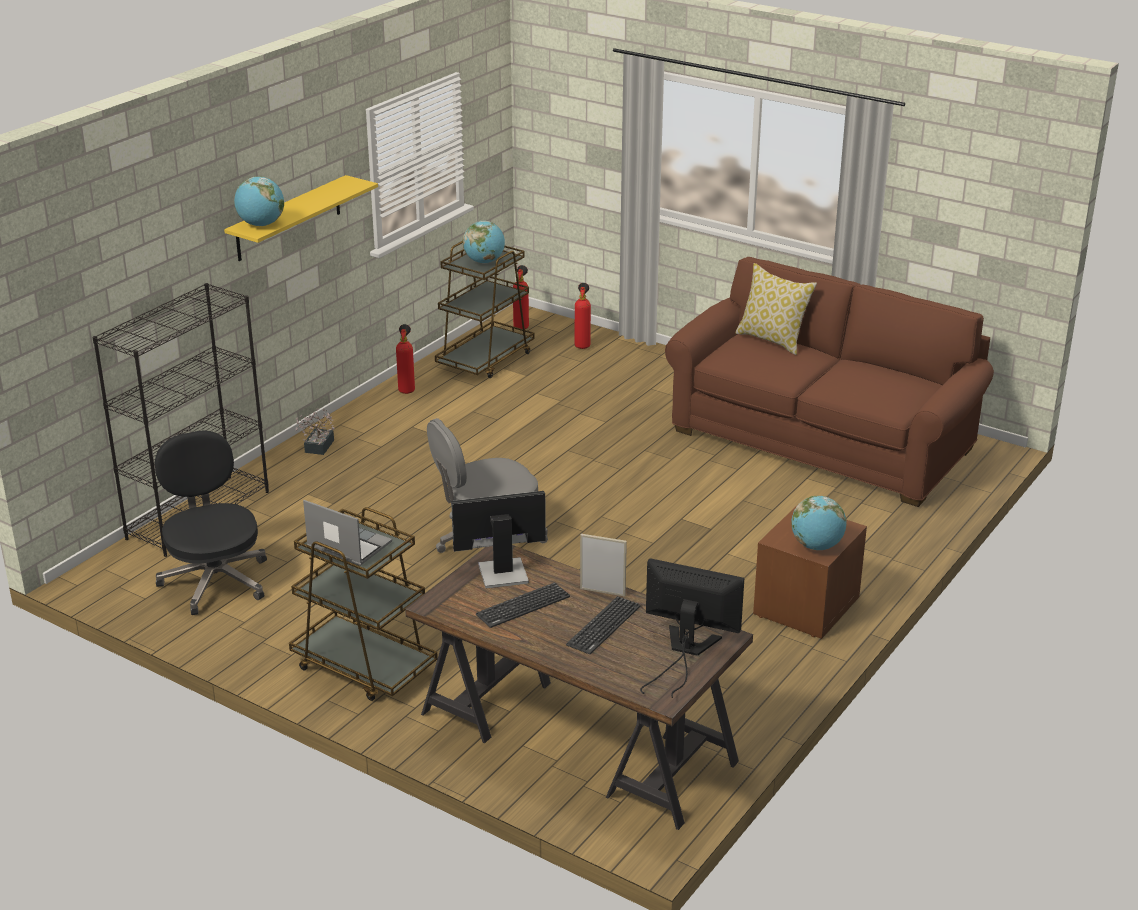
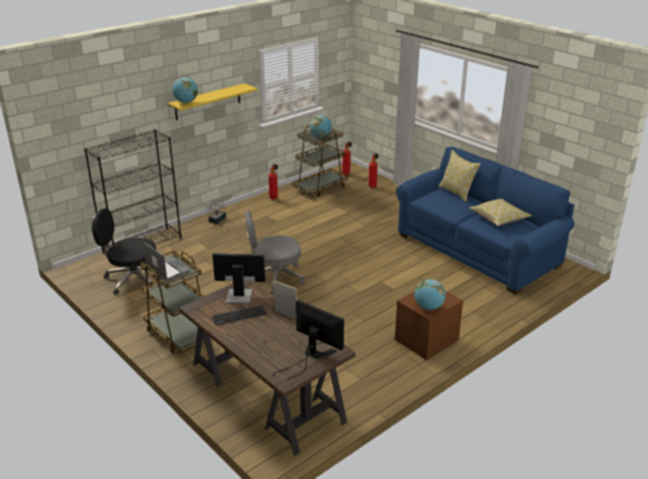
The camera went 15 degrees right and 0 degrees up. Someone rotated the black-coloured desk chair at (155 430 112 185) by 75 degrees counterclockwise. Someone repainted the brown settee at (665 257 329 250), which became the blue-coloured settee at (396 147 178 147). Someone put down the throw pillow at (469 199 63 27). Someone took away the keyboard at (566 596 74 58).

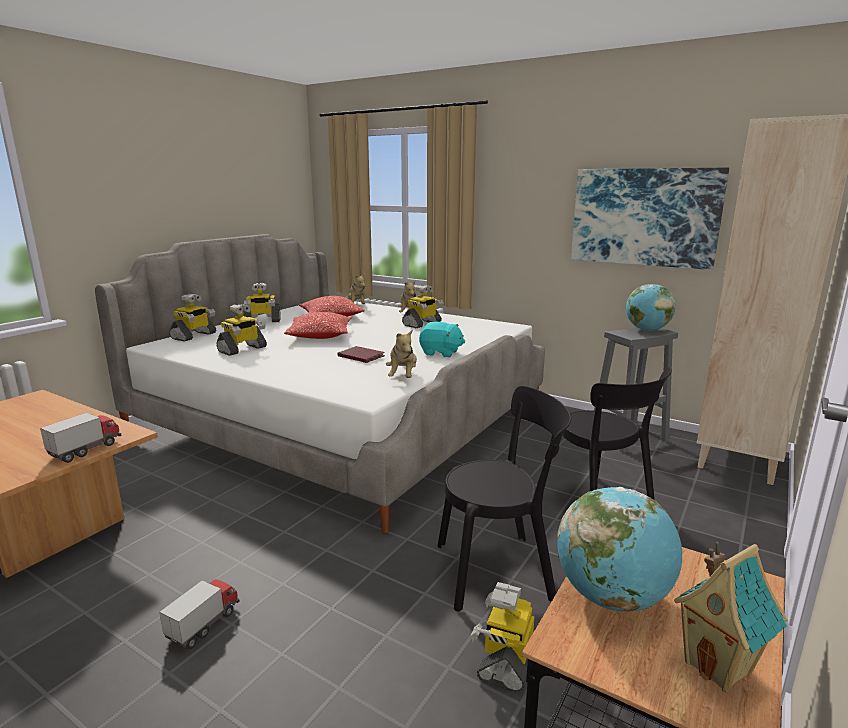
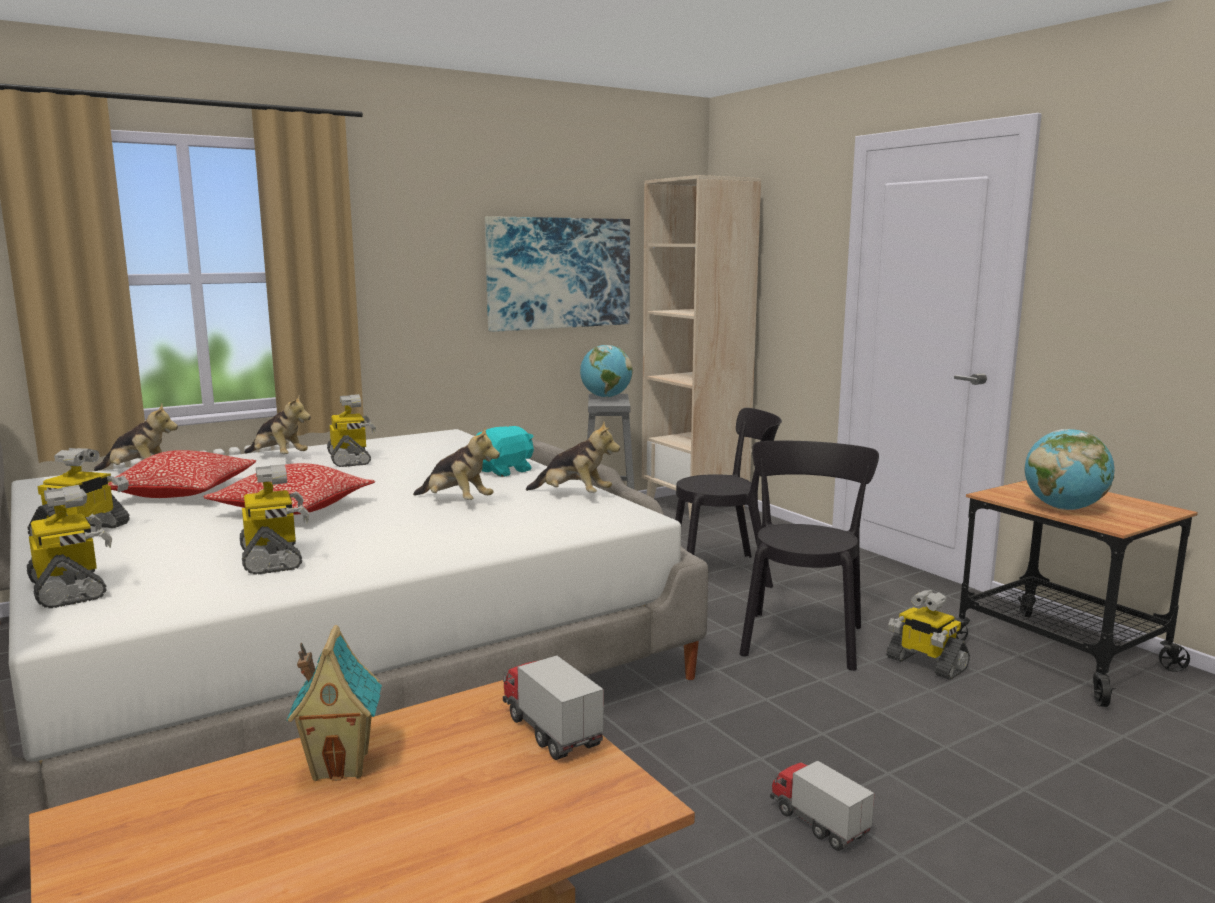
The camera went 65 degrees left and 5 degrees down. Someone carried the model house from (674 542 113 150) to (286 625 96 156). Someone swapped the reddish volume at (337 346 48 17) for the soft toy at (413 427 87 73).

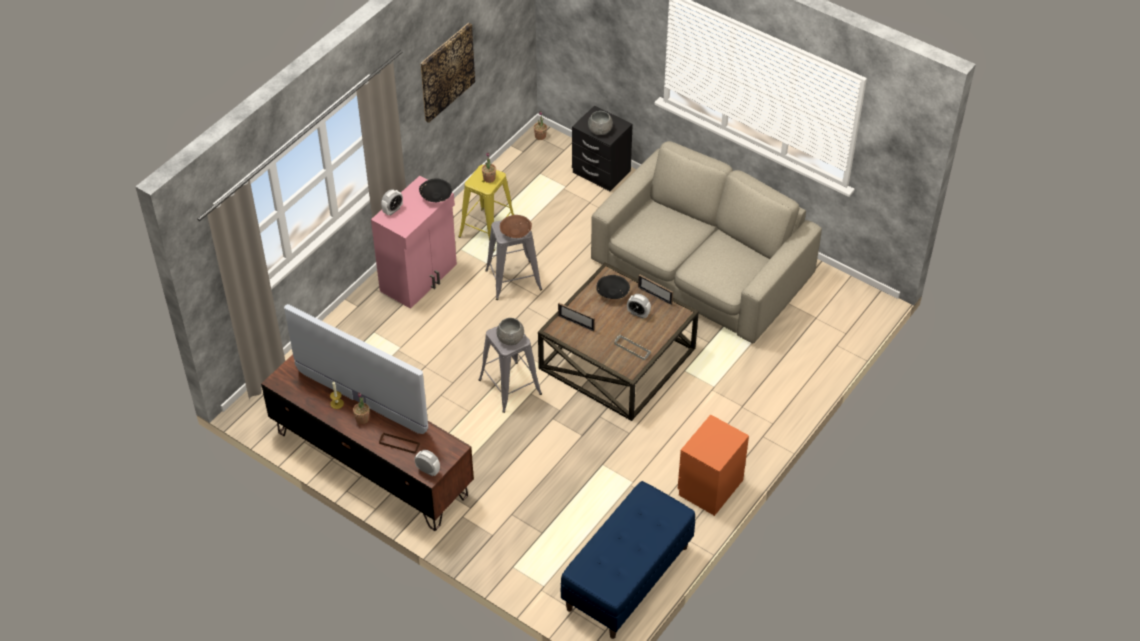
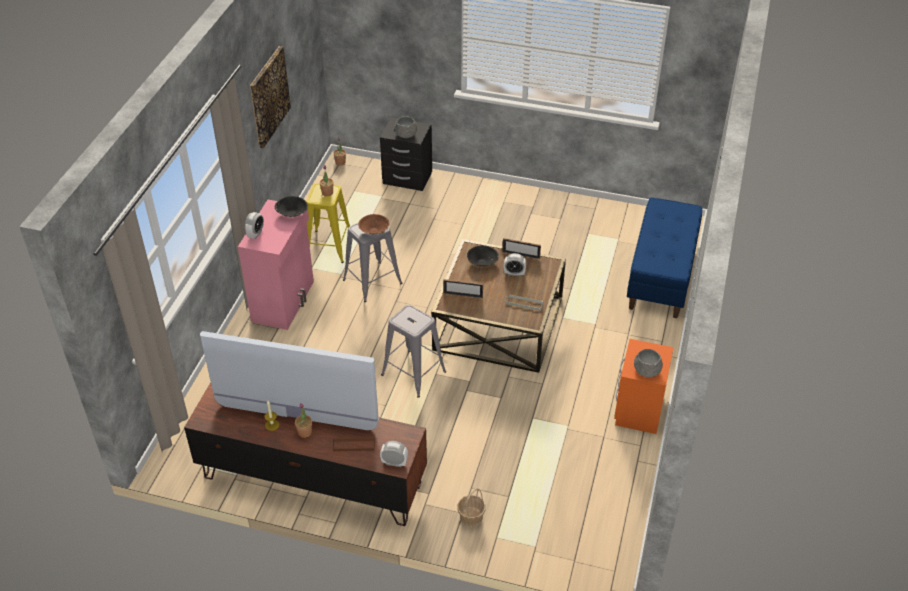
The camera went 20 degrees left and 5 degrees down. Someone put down the household basket at (457 488 29 39). Someone carried the blue-coloured long seat from (561 481 134 158) to (627 198 75 120). Someone carried the gray serving bowl from (496 318 28 27) to (634 349 29 28). Someone took away the beige-coloured settee at (591 141 231 202).

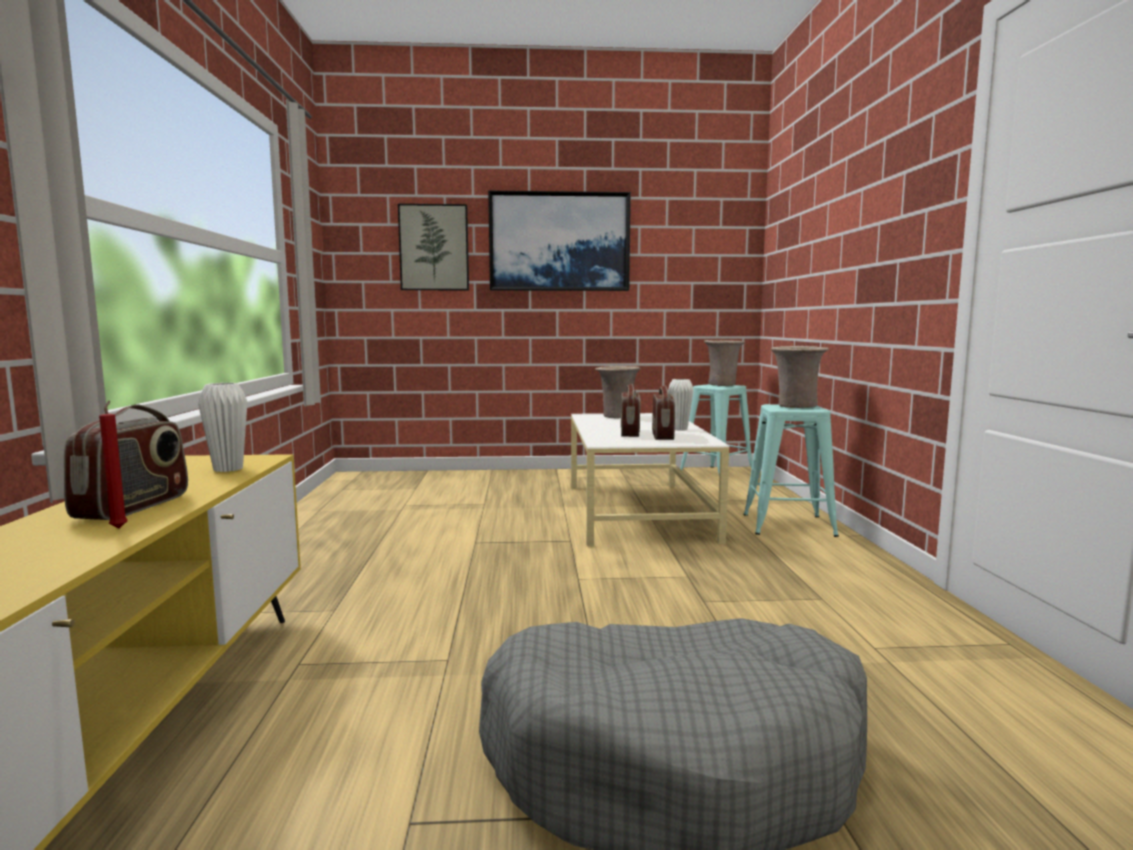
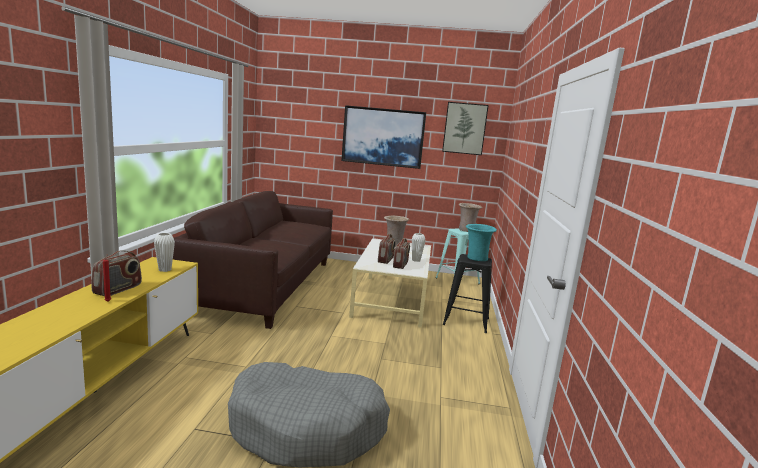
The camera went 10 degrees right and 5 degrees up. Someone put down the brown settee at (173 191 160 138). Someone carried the picture from (398 204 71 86) to (442 102 47 53). Someone repainted the blue-green stool at (743 404 96 133), which became the black-coloured stool at (443 254 49 79). Someone repainted the beige-coloured decorative vase at (771 346 58 62), which became the blue-green decorative vase at (466 224 31 37).

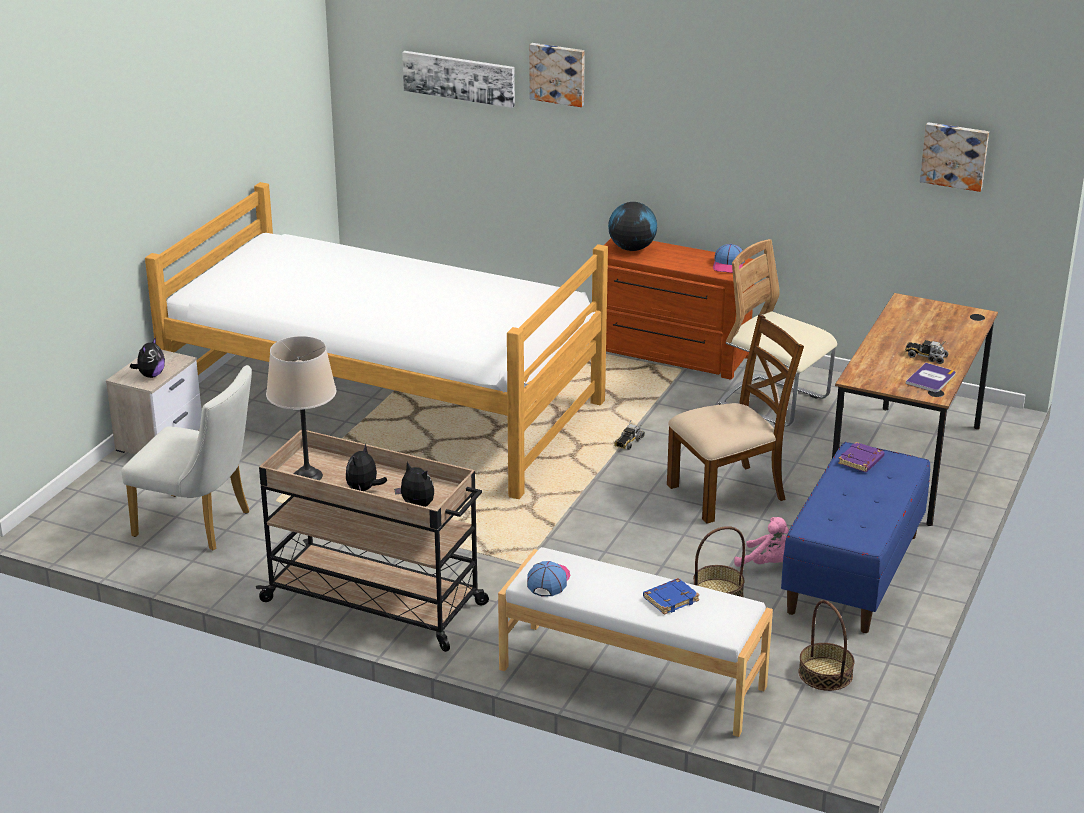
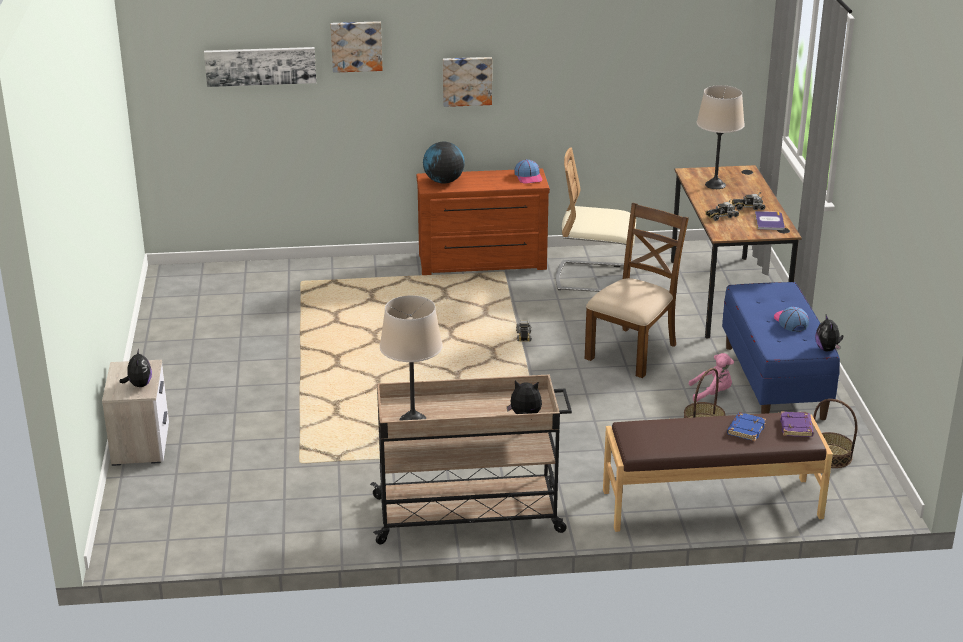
The camera went 30 degrees left and 0 degrees up. Someone carried the picture from (920 122 69 70) to (443 57 49 50). Someone repainted the white long seat at (498 547 275 190), which became the brown long seat at (603 412 230 120). Someone put down the beige-coloured tabletop lamp at (696 85 49 104). Someone put down the toy lorry at (705 200 34 21). Someone carried the peaked cap from (527 561 44 36) to (774 307 35 25). Someone carried the purplish volume from (838 442 47 30) to (780 411 33 26). Someone carried the soft toy from (346 444 42 47) to (815 315 29 37). Someone took away the white chair at (121 365 131 186). Someone took away the bedroom bed at (145 182 463 317).

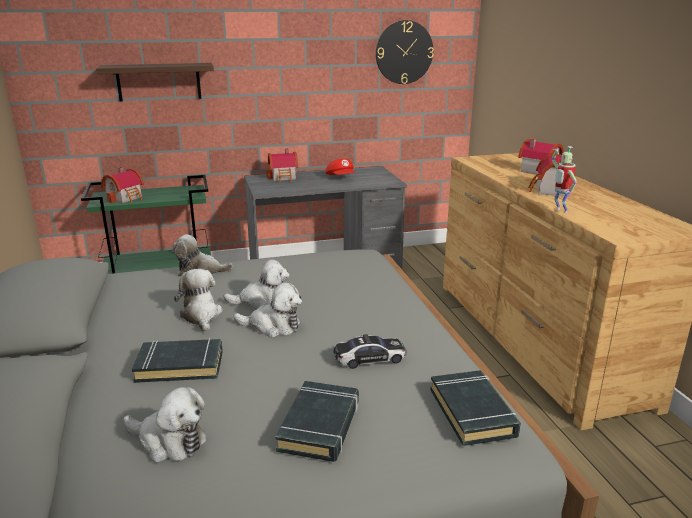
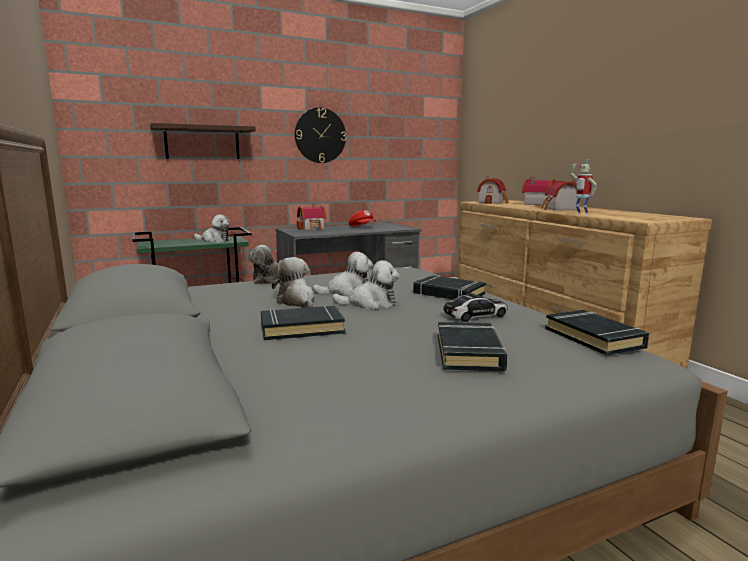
The camera went 10 degrees left and 10 degrees down. Someone carried the soft toy from (124 387 84 76) to (194 215 37 28). Someone carried the clock on the wall from (376 20 58 64) to (295 108 51 55). Someone put down the black-coloured volume at (413 275 73 25). Someone carried the model house from (101 167 43 36) to (477 176 32 28).

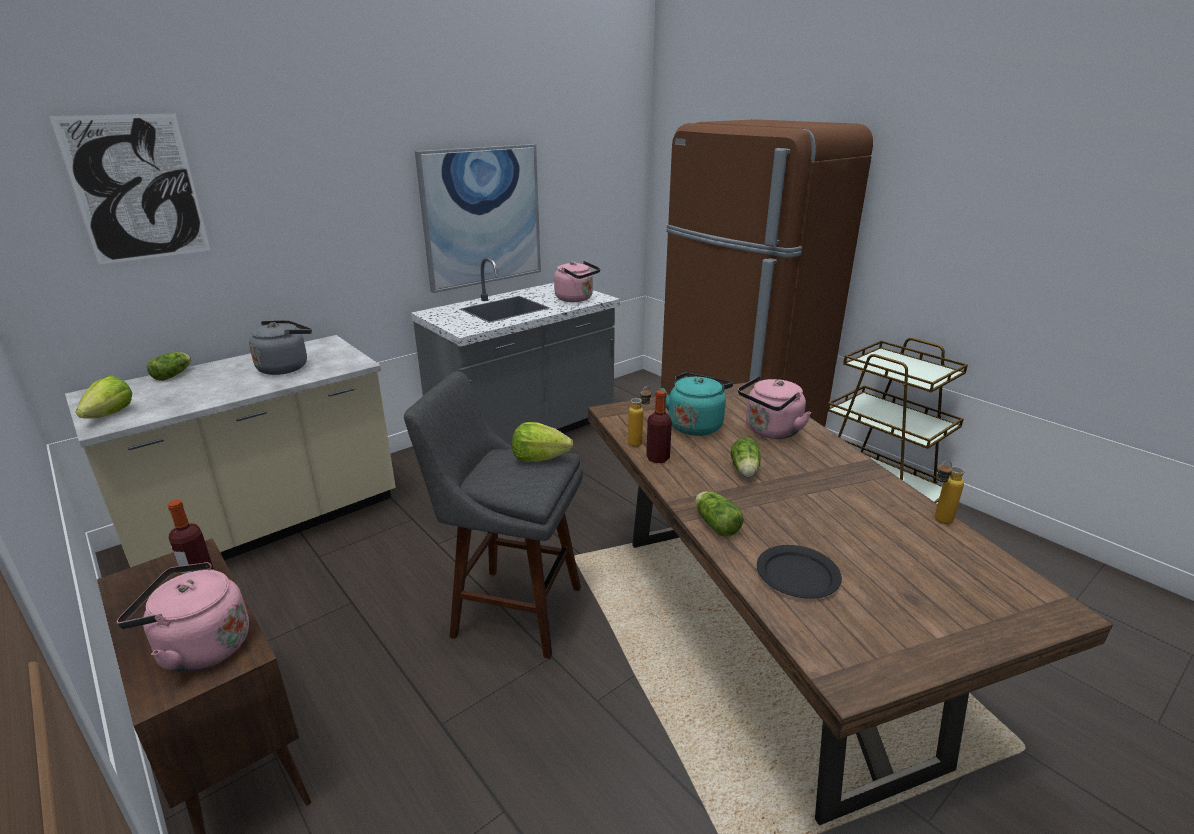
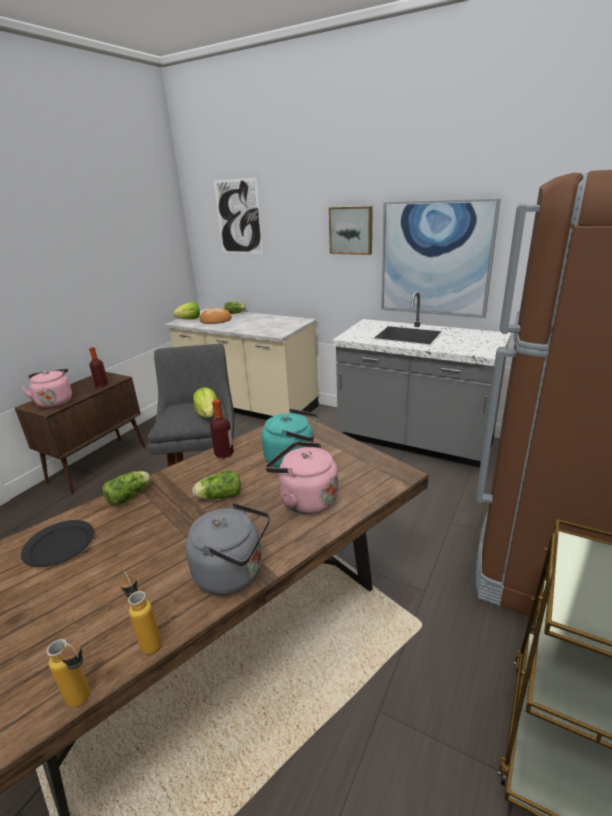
The camera went 70 degrees right and 0 degrees up. Someone carried the beverage bottle from (628 386 23 61) to (46 639 44 69). Someone carried the gray tea kettle from (249 320 63 55) to (186 503 84 92). Someone put down the baked bread at (200 308 32 16). Someone put up the picture at (329 206 44 49). Someone took away the pink tea kettle at (554 261 46 41).

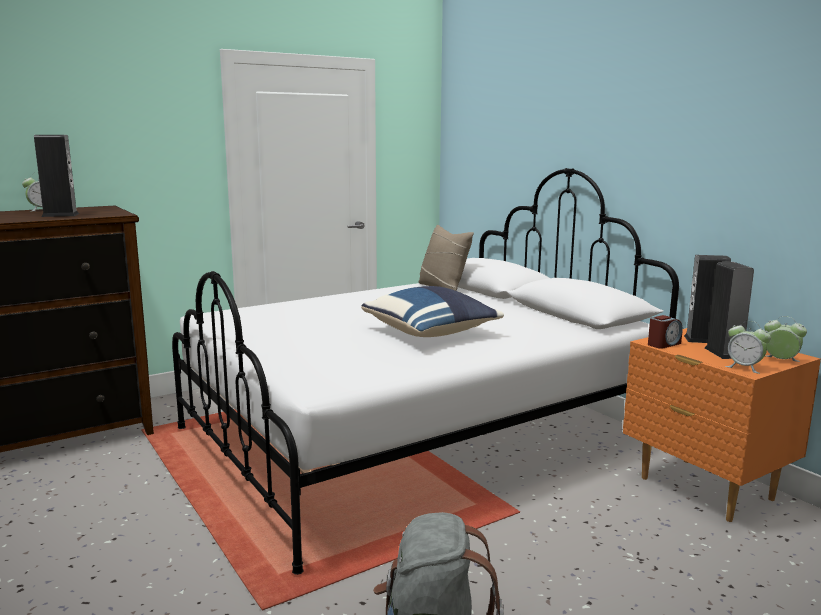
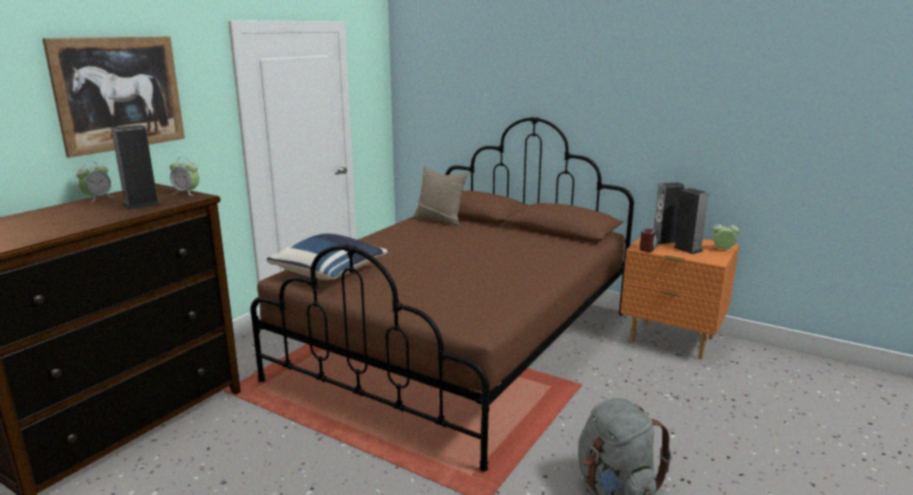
The camera went 25 degrees left and 5 degrees up. Someone put up the picture at (42 36 143 122). Someone carried the table clock from (725 321 46 53) to (170 157 29 39). Someone repainted the white bedroom bed at (172 168 507 407), which became the brown bedroom bed at (251 117 383 354). Someone carried the blue-coloured throw pillow from (361 286 143 51) to (267 234 121 46).

